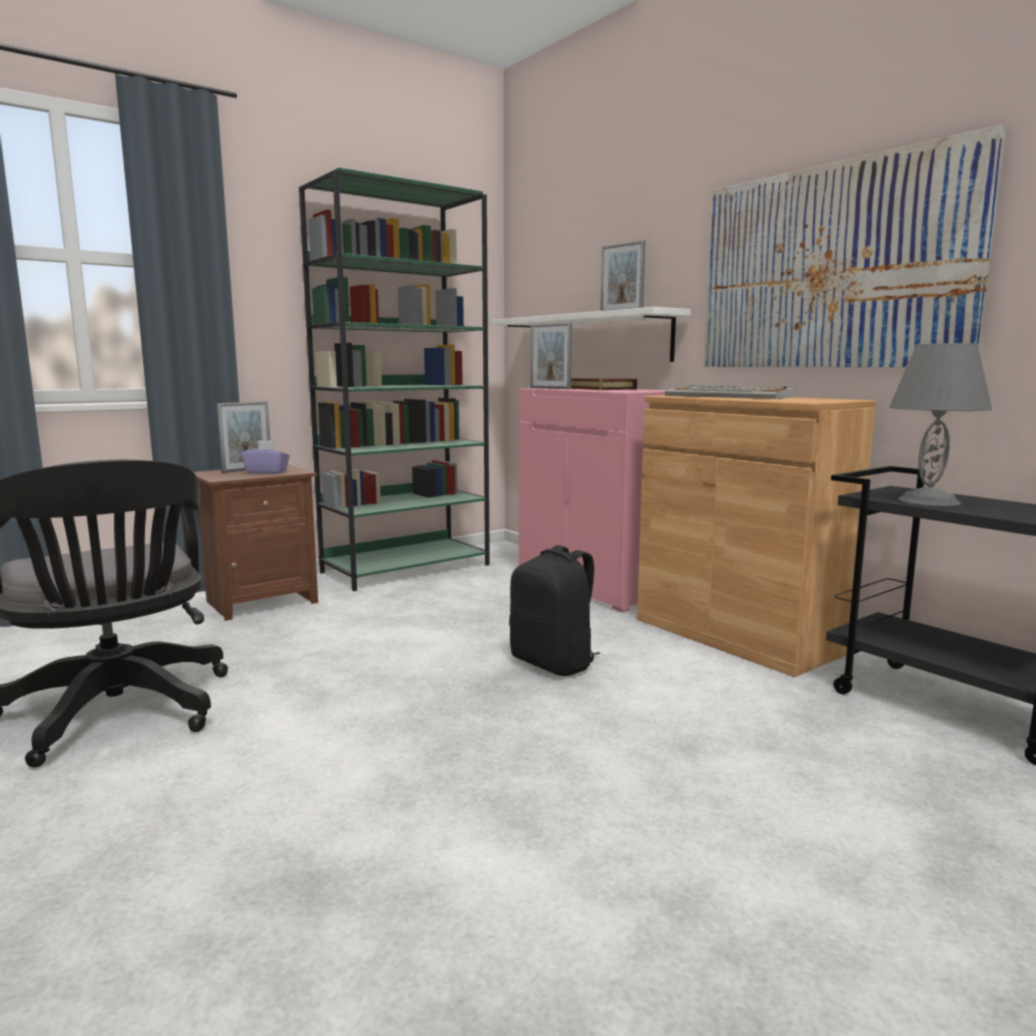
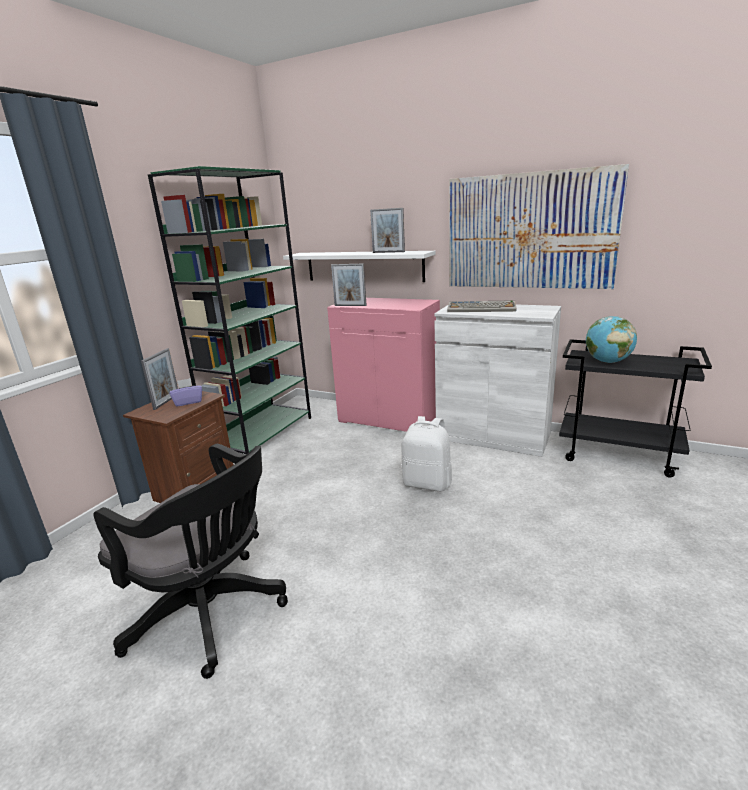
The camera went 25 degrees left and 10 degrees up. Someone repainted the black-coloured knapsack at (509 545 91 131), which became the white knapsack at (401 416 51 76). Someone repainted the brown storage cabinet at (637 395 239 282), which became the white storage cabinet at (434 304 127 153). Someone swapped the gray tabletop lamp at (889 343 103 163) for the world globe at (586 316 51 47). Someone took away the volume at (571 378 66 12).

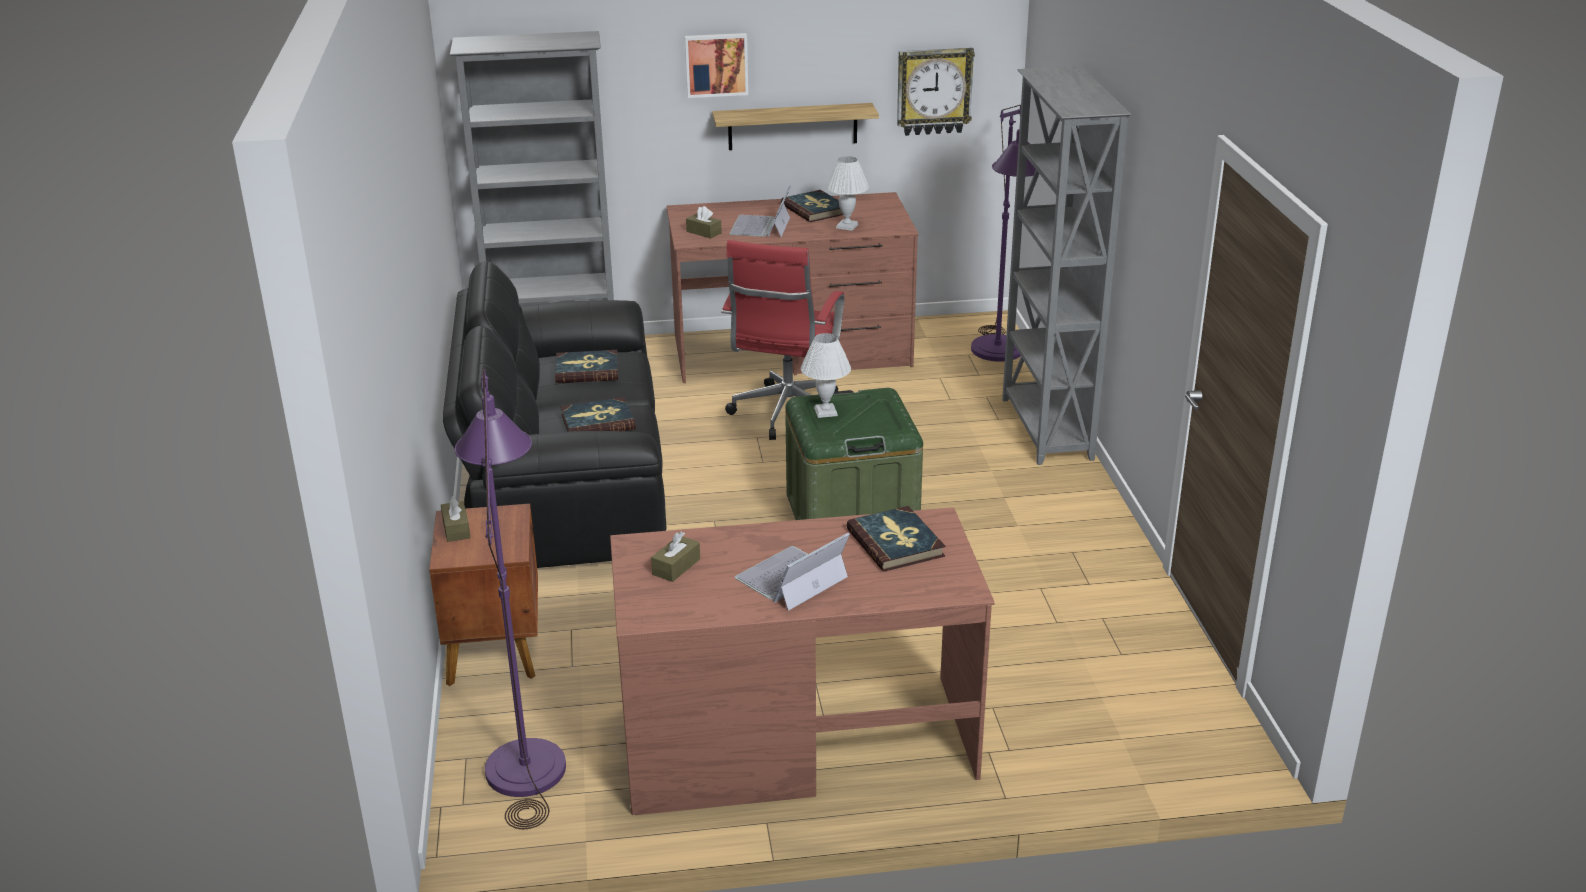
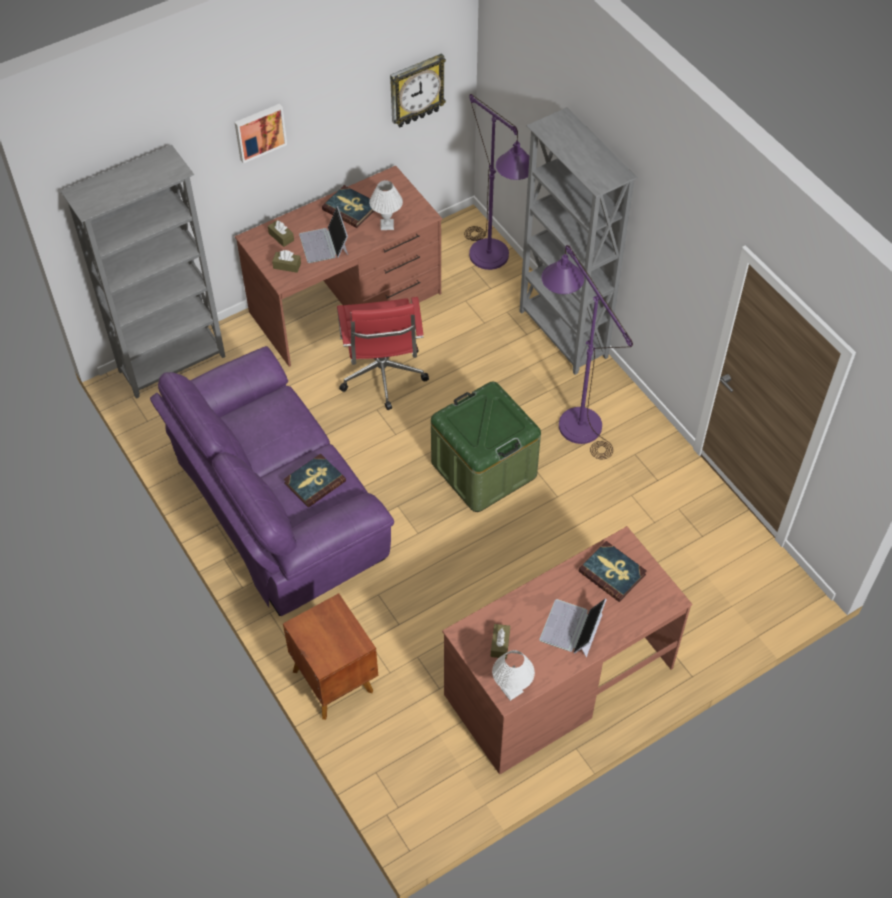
The camera went 25 degrees left and 25 degrees up. Someone repainted the black-coloured settee at (443 261 223 307), which became the purplish settee at (150 346 244 270). Someone carried the brown tissue holder from (441 496 30 46) to (268 220 26 27). Someone carried the white tabletop lamp from (801 333 50 85) to (492 650 43 51). Someone carried the purplish standing lamp from (455 369 111 460) to (541 245 92 214). Someone took away the volume at (555 350 63 33). Someone took away the wall shelf at (712 103 167 47).

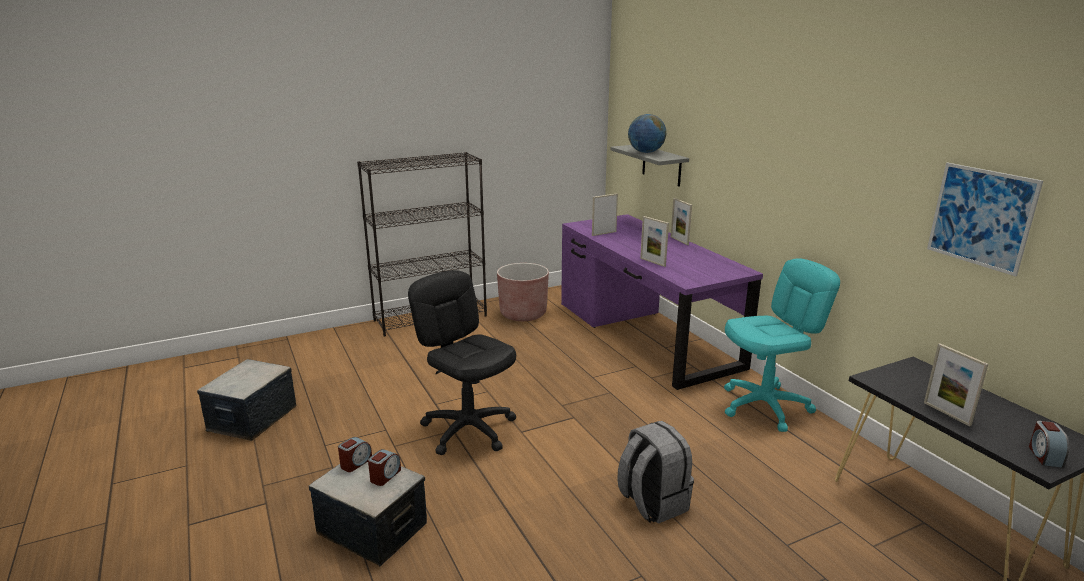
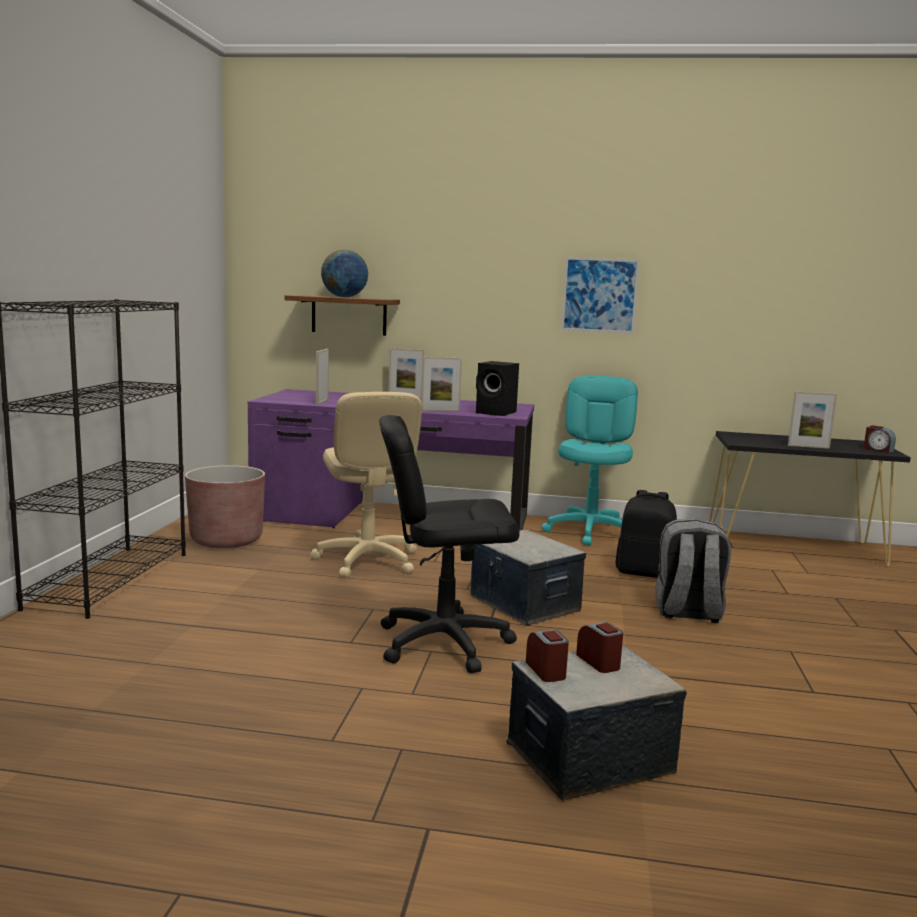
The camera went 55 degrees left and 10 degrees down. Someone repainted the gray wall shelf at (610 145 79 41), which became the brown wall shelf at (285 295 115 41). Someone put down the beige-coloured desk chair at (310 392 112 186). Someone carried the storage box from (197 359 99 82) to (471 530 115 96). Someone put down the black-coloured audio speaker at (476 361 43 55). Someone carried the picture from (927 163 116 114) to (561 257 79 77). Someone put down the black-coloured knapsack at (616 490 61 88).

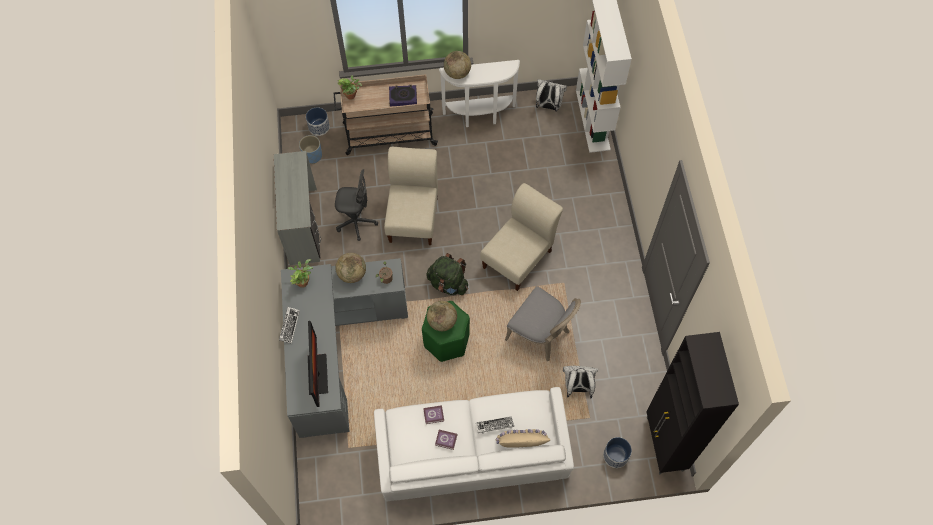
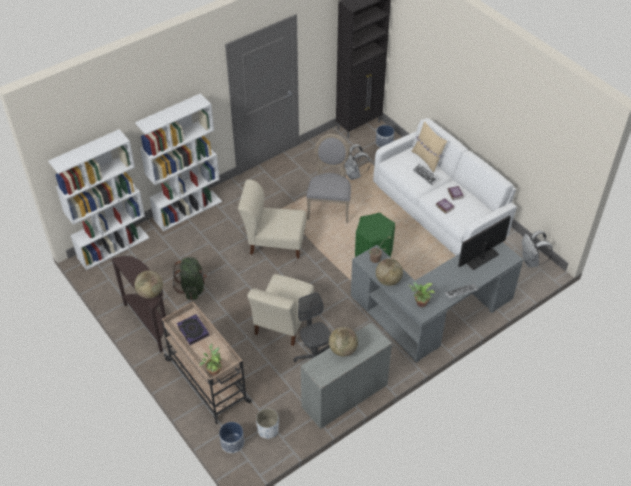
The camera went 120 degrees left and 15 degrees down. Someone repainted the white console table at (439 60 81 67), which became the brown console table at (111 256 55 96). Someone put down the white shelving unit at (135 93 87 138). Someone carried the greenish knapsack from (427 253 41 42) to (173 257 34 43). Someone rotated the beige-coloured chair at (384 147 54 98) by 45 degrees counterclockwise. Someone repainted the blue-coloured flower pot at (299 135 23 29), which became the white flower pot at (256 408 23 31). Someone carried the world globe from (427 301 30 30) to (329 327 29 29). Someone carried the white knapsack from (536 79 31 32) to (522 230 31 37).

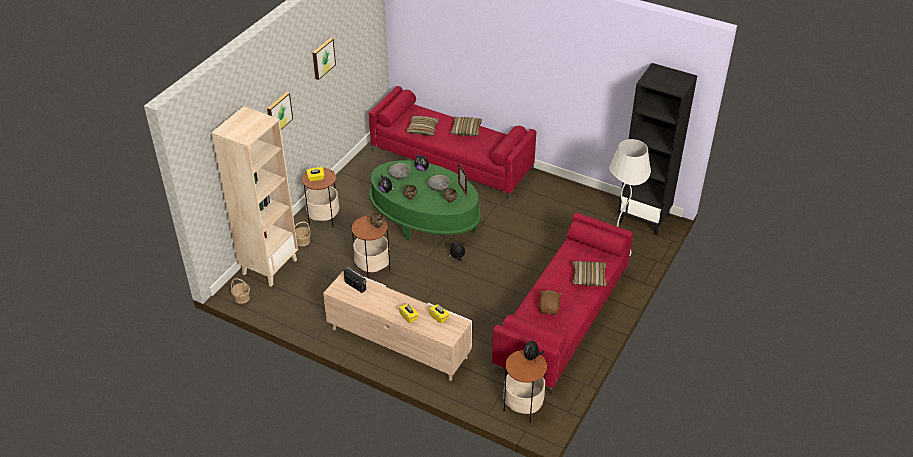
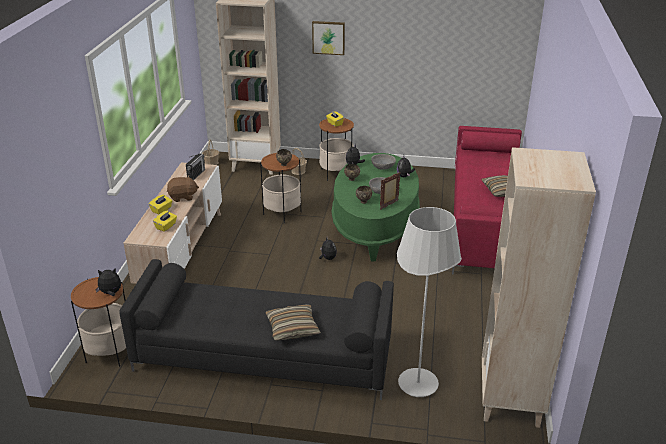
The camera went 70 degrees right and 10 degrees down. Someone repainted the reddish settee at (492 213 141 182), which became the black-coloured settee at (119 259 275 141). Someone carried the brown soft toy from (539 290 22 25) to (167 175 32 27). Someone repainted the black-coloured shelving unit at (618 63 79 172), which became the beige-coloured shelving unit at (482 147 114 281). Someone took away the picture at (312 38 24 42). Someone took away the throw pillow at (407 116 33 20).

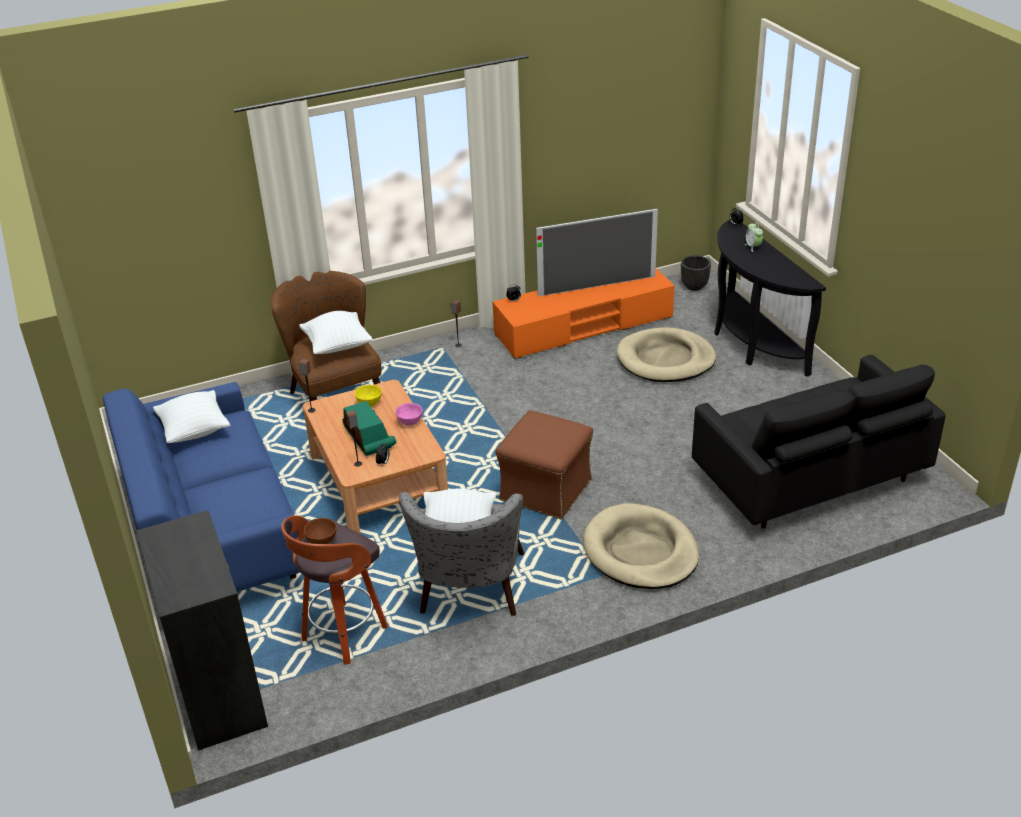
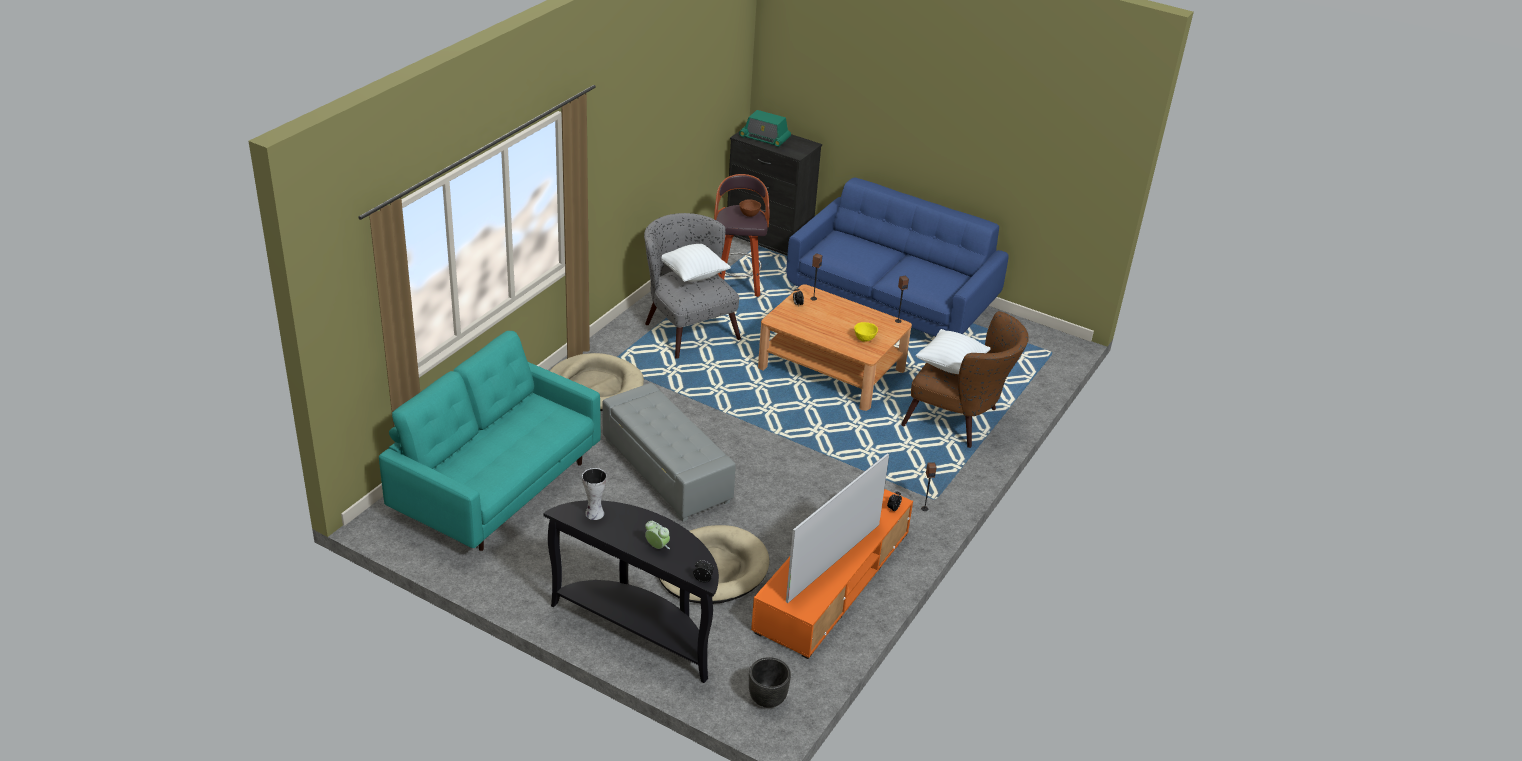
The camera went 140 degrees right and 0 degrees up. Someone repainted the black-coloured settee at (692 355 254 174), which became the blue-green settee at (379 331 222 220). Someone put down the decorative vase at (582 468 25 52). Someone put down the gray footrest at (603 383 133 139). Someone carried the radio receiver from (342 401 54 55) to (739 110 52 37). Someone took away the white throw pillow at (153 390 78 53). Someone took away the pink serving bowl at (395 403 28 23). Someone took away the brown footrest at (496 410 97 109).

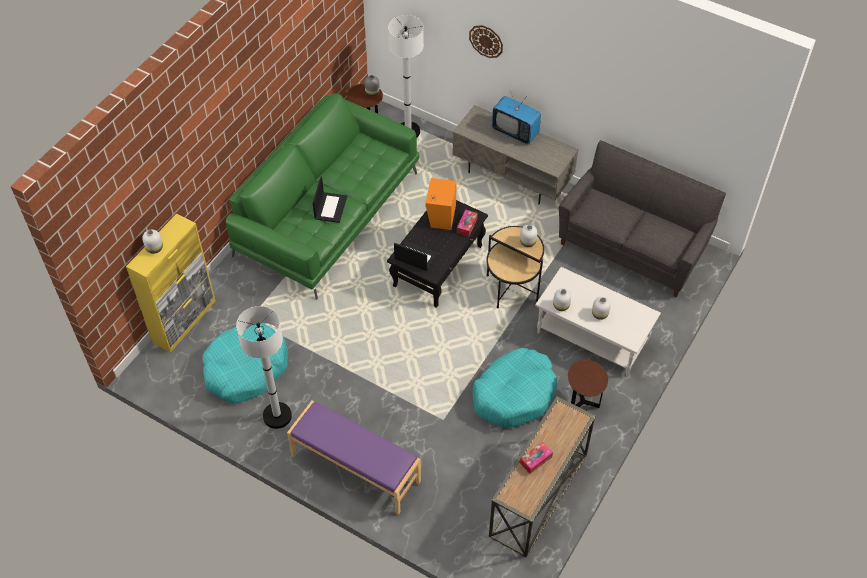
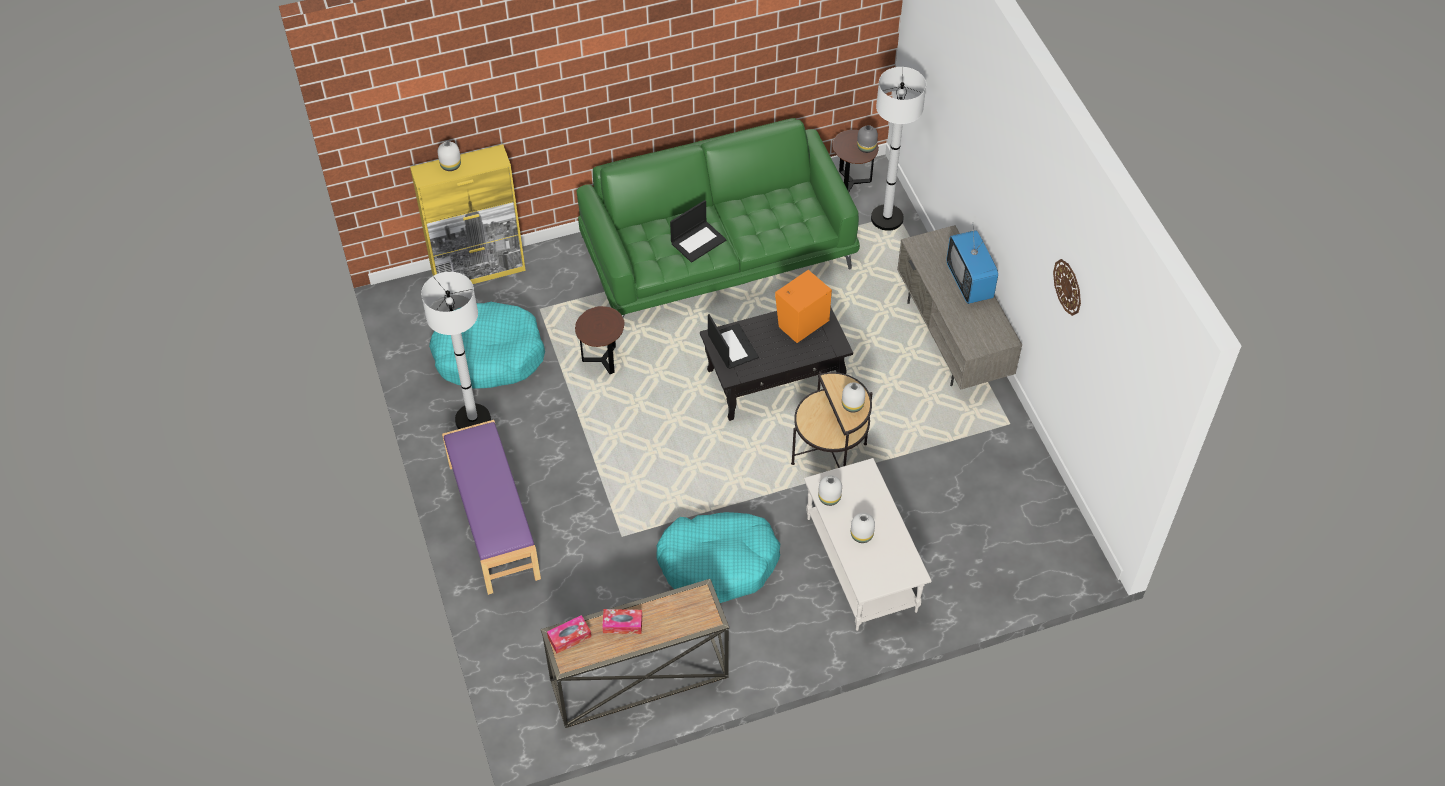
The camera went 40 degrees right and 0 degrees up. Someone carried the tissue holder from (457 209 21 28) to (547 615 44 38). Someone carried the brown accent table from (568 360 40 48) to (575 306 50 68). Someone carried the clock on the wall from (469 25 34 33) to (1053 259 28 57). Someone took away the gray settee at (559 140 167 157).

